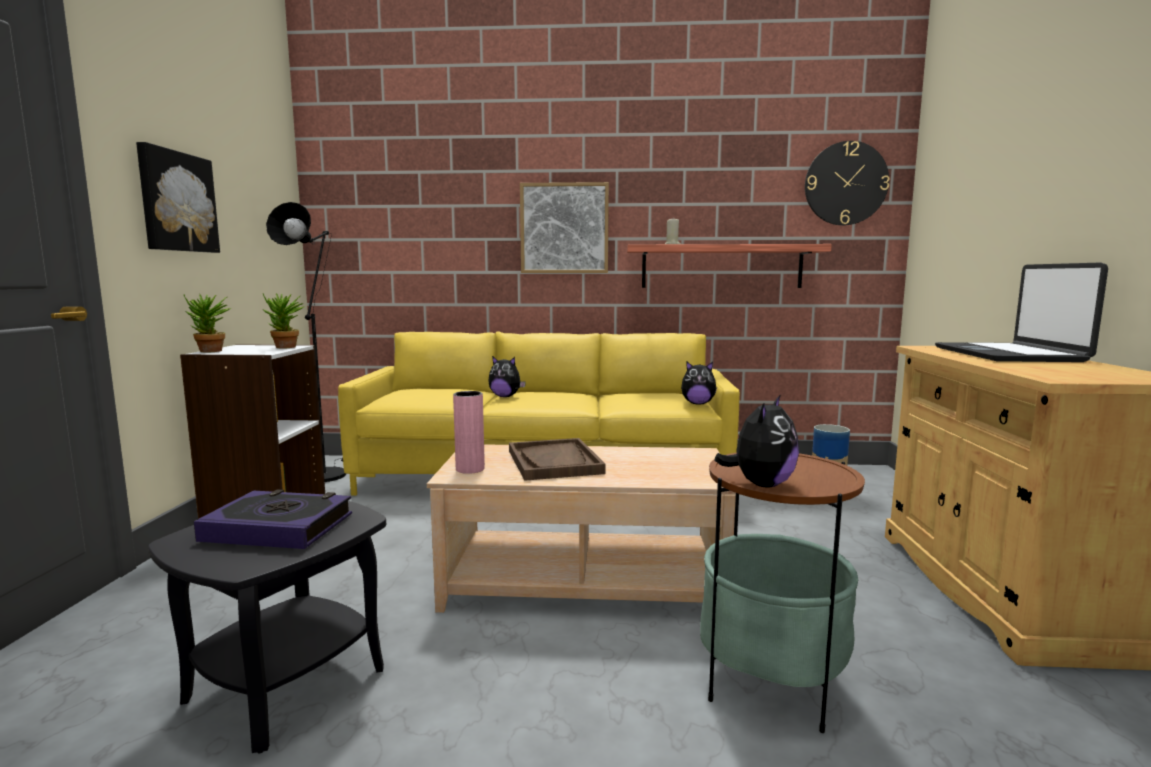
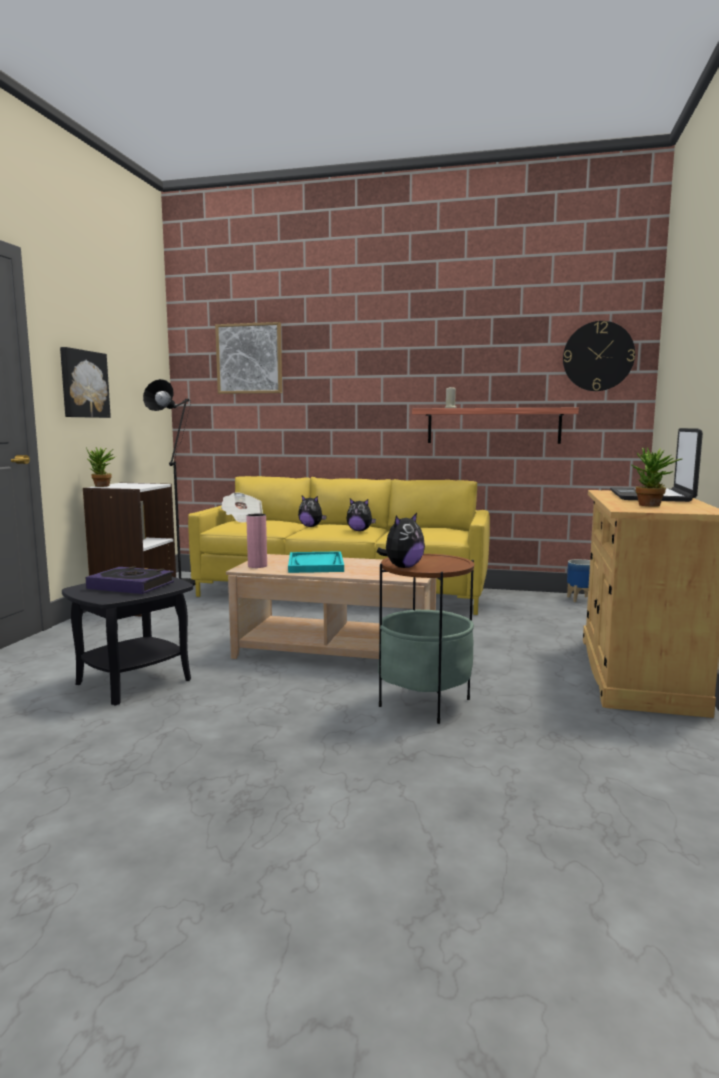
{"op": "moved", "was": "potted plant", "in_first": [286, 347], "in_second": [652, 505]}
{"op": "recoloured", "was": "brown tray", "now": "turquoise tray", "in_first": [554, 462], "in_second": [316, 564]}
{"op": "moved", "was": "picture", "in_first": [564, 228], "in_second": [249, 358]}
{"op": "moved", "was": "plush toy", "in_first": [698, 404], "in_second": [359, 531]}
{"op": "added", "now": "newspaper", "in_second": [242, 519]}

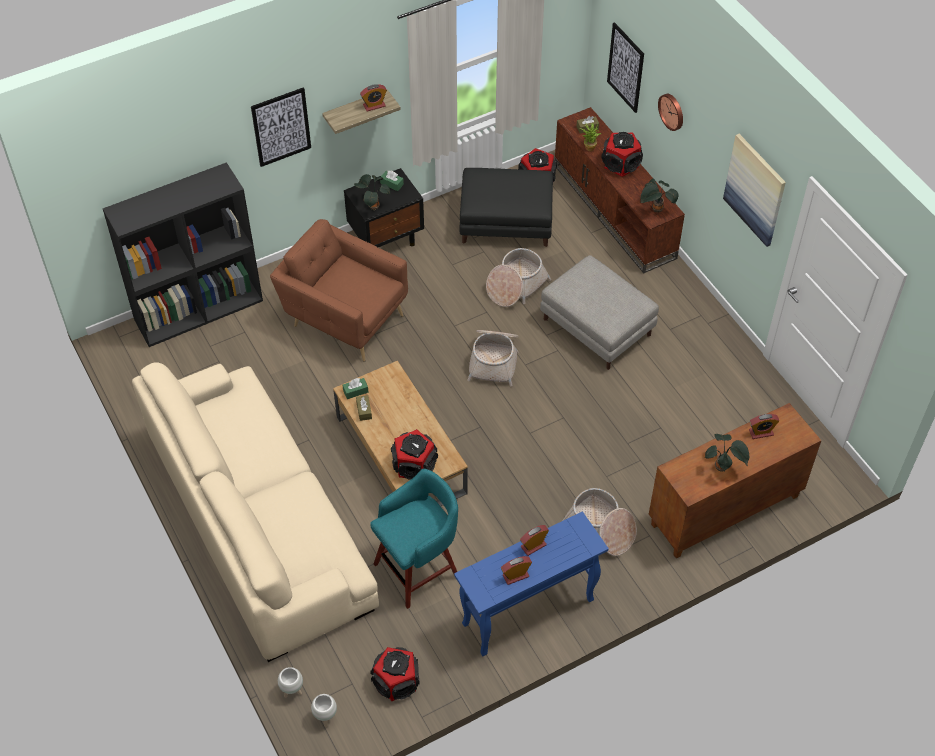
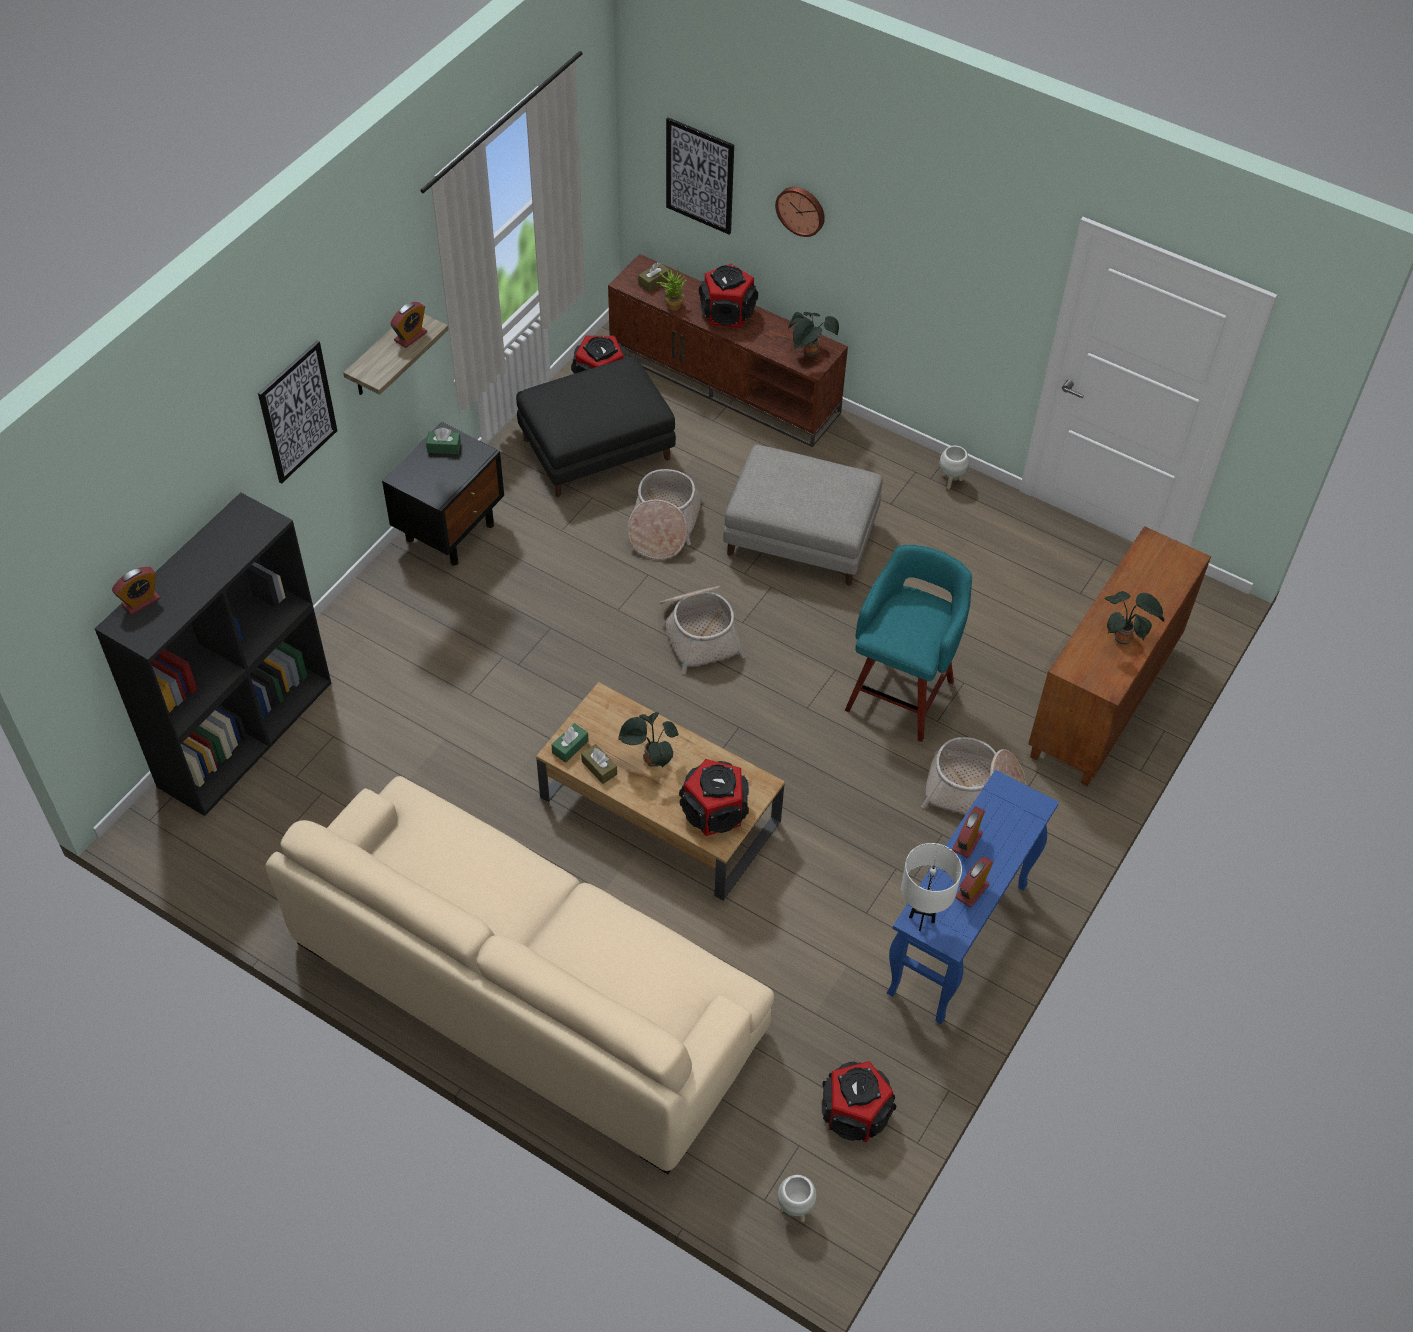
{"op": "removed", "was": "brown armchair", "in_first": [344, 318]}
{"op": "moved", "was": "white planter", "in_first": [292, 691], "in_second": [950, 481]}
{"op": "moved", "was": "potted plant", "in_first": [372, 206], "in_second": [650, 760]}
{"op": "moved", "was": "turquoise stool", "in_first": [419, 569], "in_second": [901, 693]}
{"op": "removed", "was": "picture", "in_first": [755, 189]}
{"op": "moved", "was": "alarm clock", "in_first": [761, 432], "in_second": [141, 601]}
{"op": "added", "now": "white table lamp", "in_second": [921, 919]}

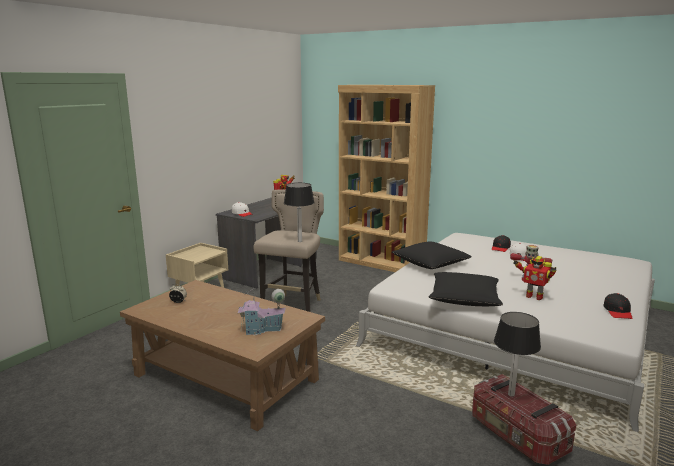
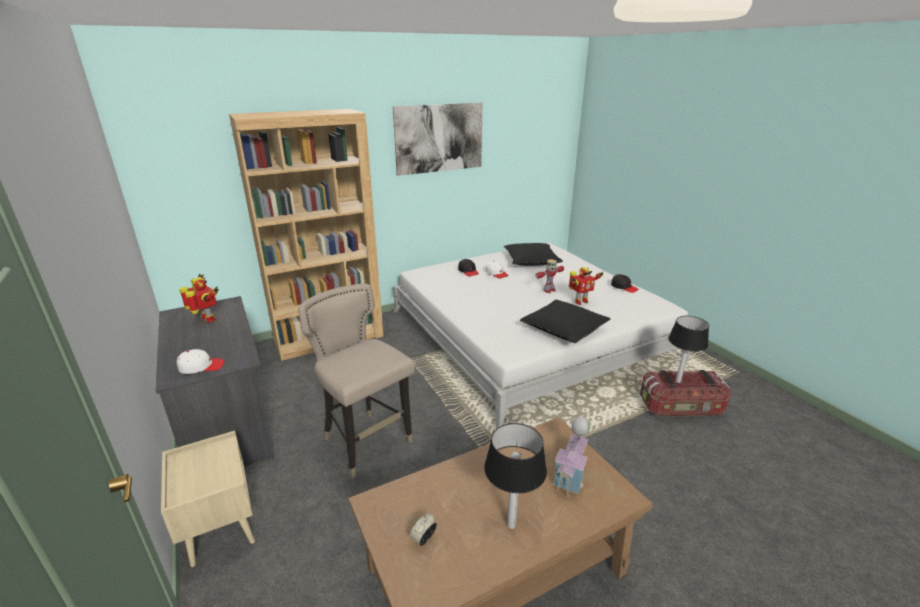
{"op": "moved", "was": "table lamp", "in_first": [300, 241], "in_second": [512, 525]}
{"op": "moved", "was": "black pillow", "in_first": [430, 263], "in_second": [531, 261]}
{"op": "added", "now": "picture", "in_second": [439, 138]}

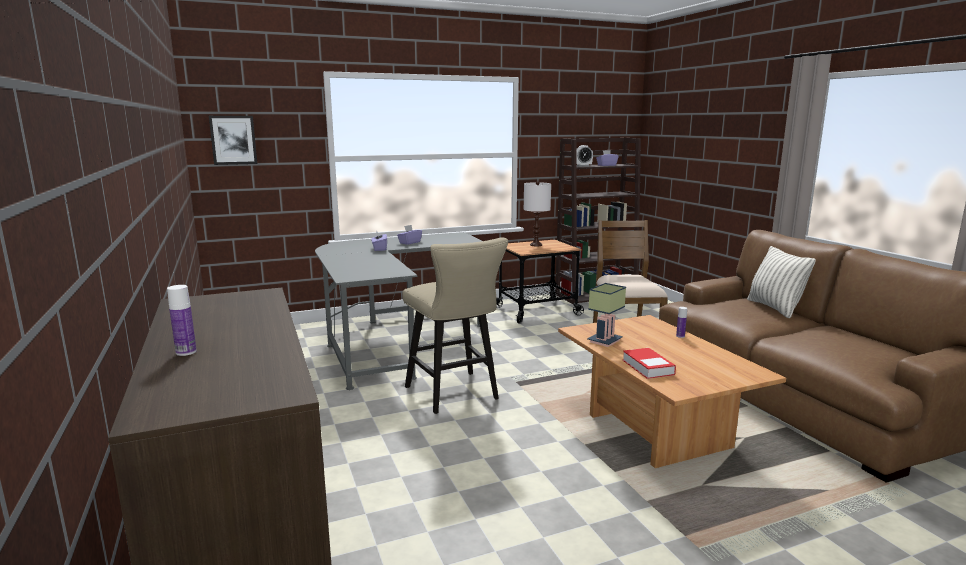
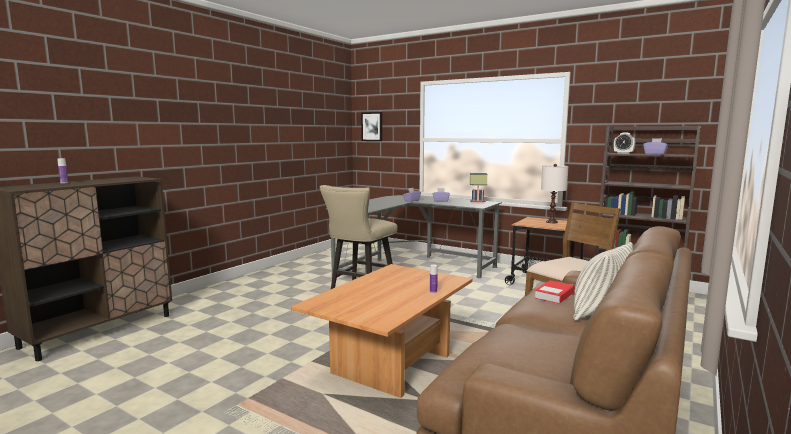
{"op": "moved", "was": "table lamp", "in_first": [604, 340], "in_second": [478, 202]}
{"op": "moved", "was": "book", "in_first": [648, 367], "in_second": [554, 295]}

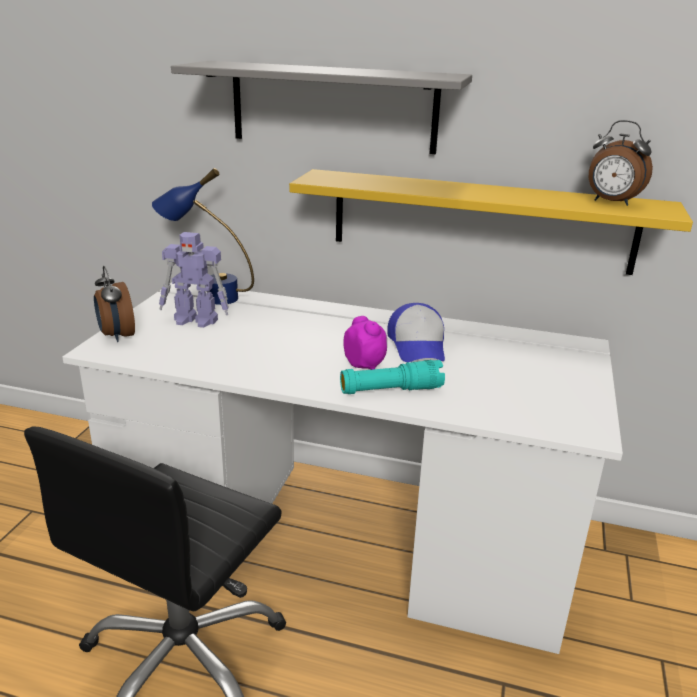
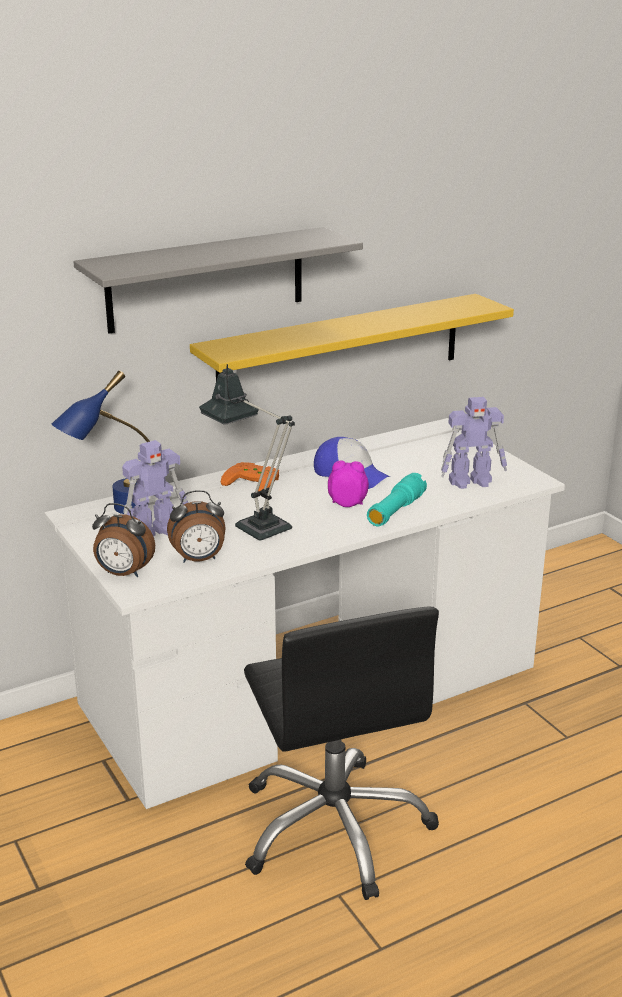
{"op": "moved", "was": "alarm clock", "in_first": [611, 202], "in_second": [199, 559]}
{"op": "added", "now": "table lamp", "in_second": [255, 524]}
{"op": "added", "now": "orange game controller", "in_second": [254, 481]}
{"op": "added", "now": "toy robot", "in_second": [471, 481]}

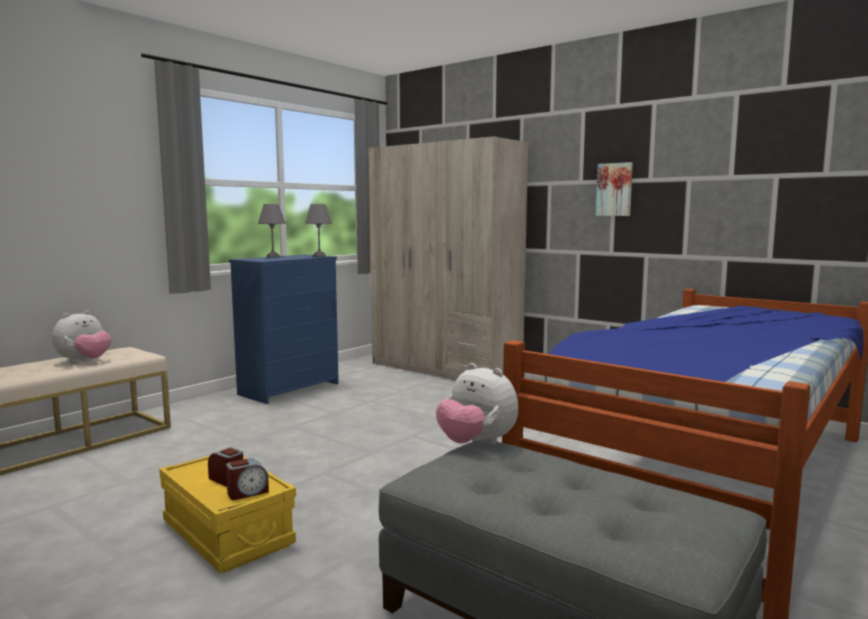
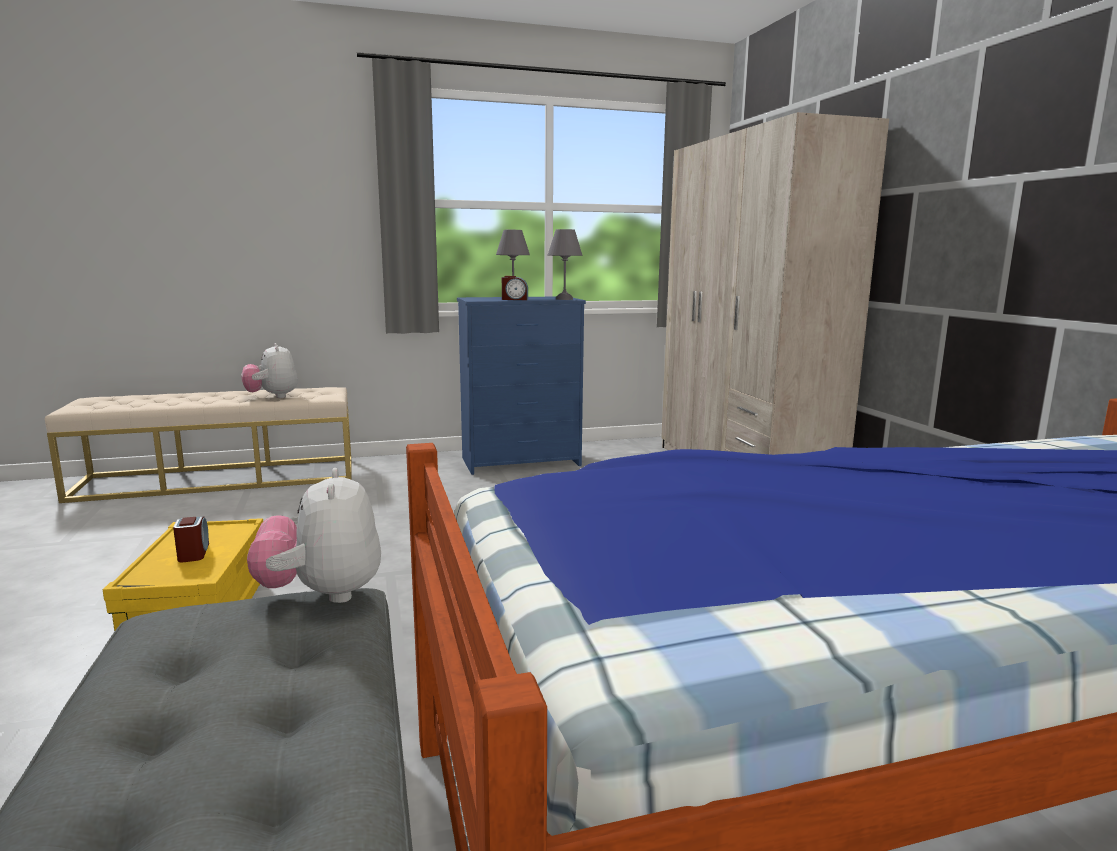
{"op": "turned", "was": "plush toy", "in_first": [84, 362], "in_second": [272, 397], "clockwise": 90}
{"op": "moved", "was": "alarm clock", "in_first": [247, 493], "in_second": [514, 299]}
{"op": "removed", "was": "picture", "in_first": [614, 189]}

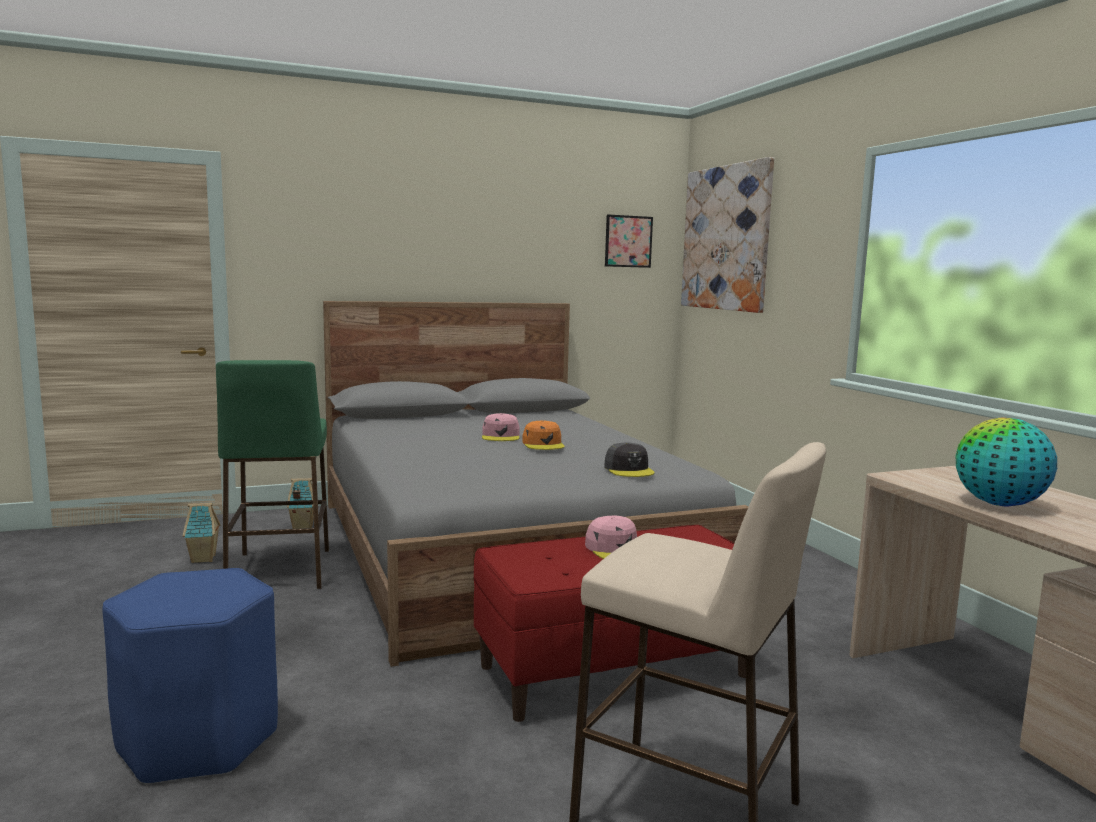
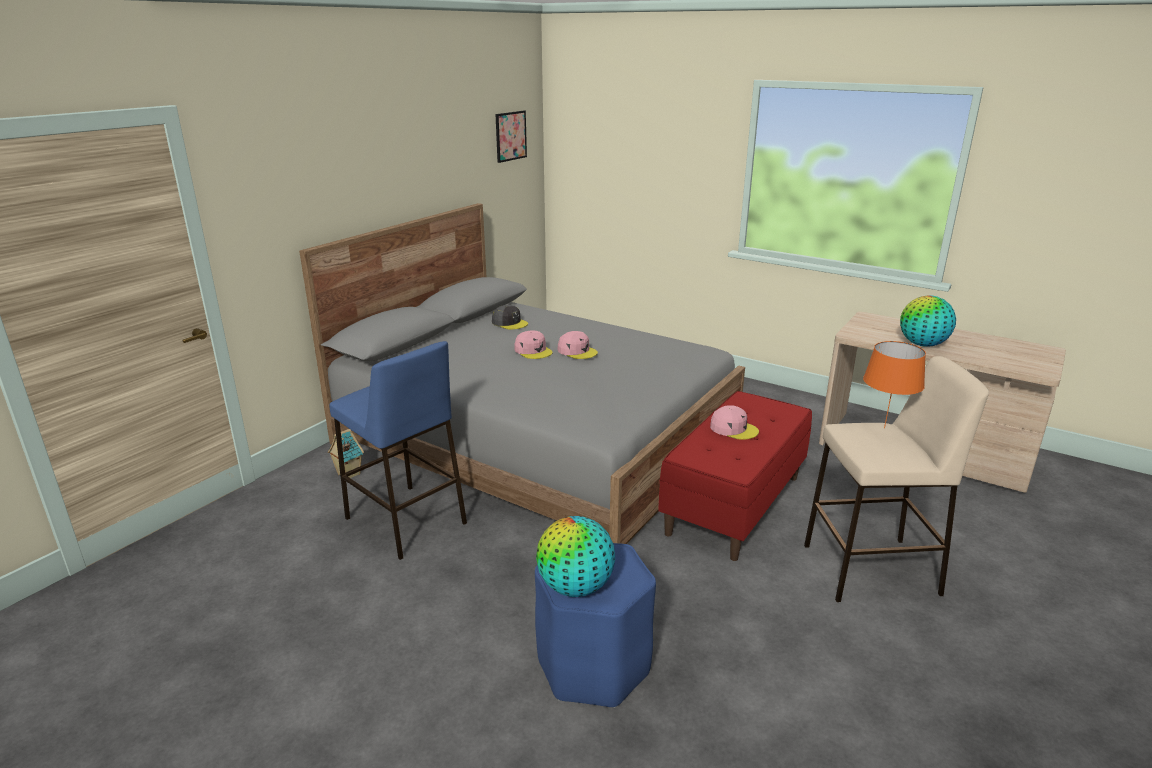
{"op": "removed", "was": "toy house", "in_first": [204, 559]}
{"op": "recoloured", "was": "green stool", "now": "blue stool", "in_first": [279, 571], "in_second": [406, 521]}
{"op": "recoloured", "was": "orange cap", "now": "pink cap", "in_first": [543, 444], "in_second": [577, 351]}
{"op": "moved", "was": "grey cap", "in_first": [629, 470], "in_second": [509, 323]}
{"op": "removed", "was": "picture", "in_first": [726, 238]}
{"op": "added", "now": "globe", "in_second": [575, 587]}
{"op": "added", "now": "orange table lamp", "in_second": [884, 427]}

